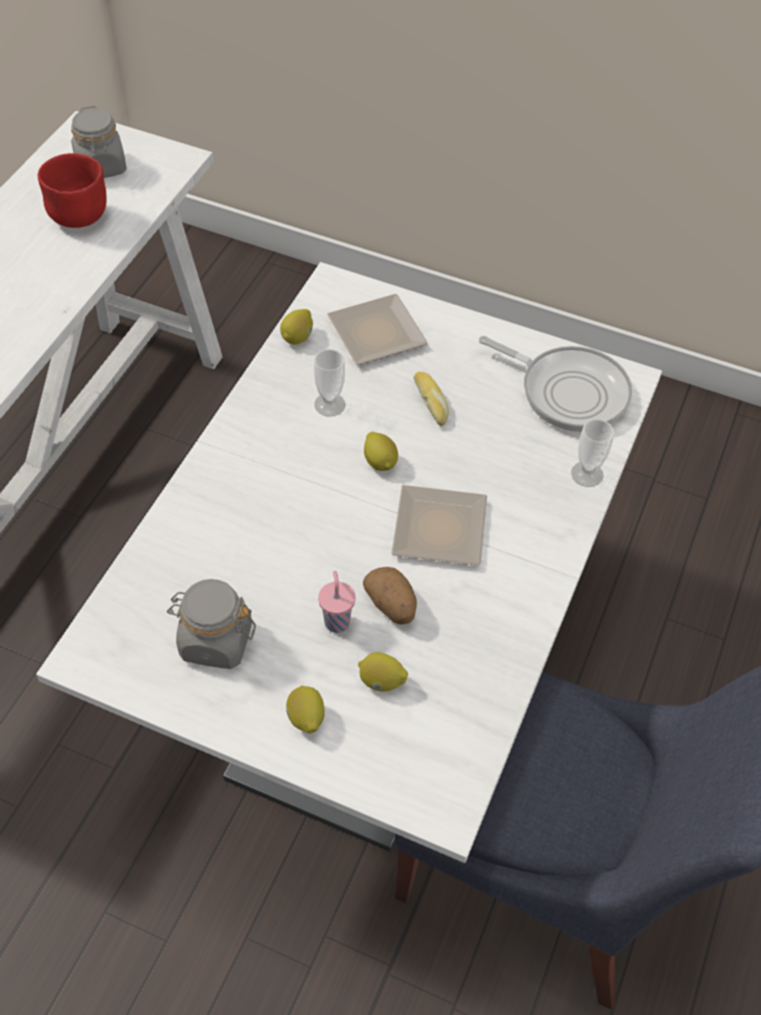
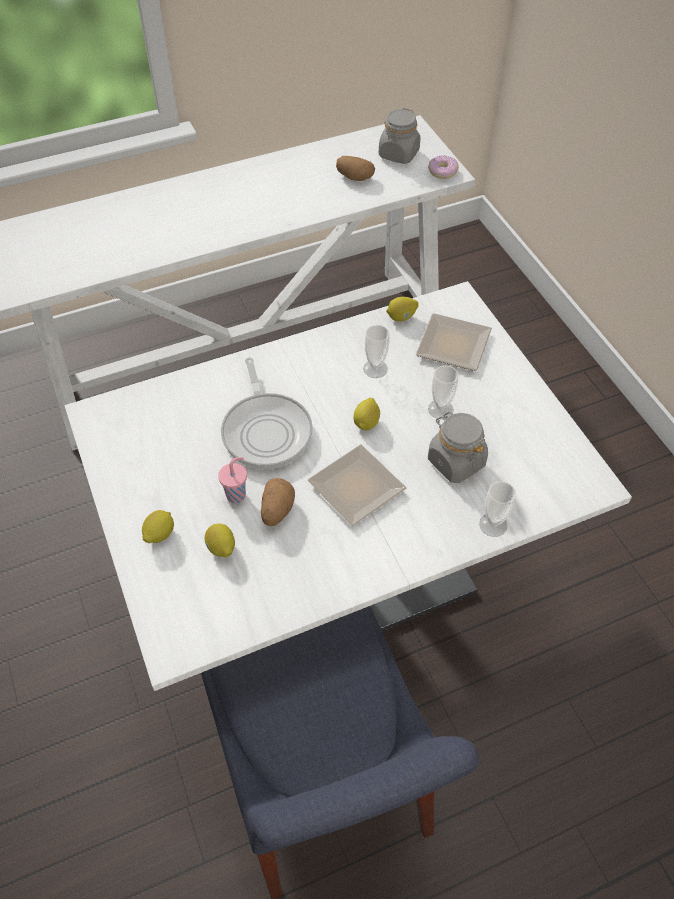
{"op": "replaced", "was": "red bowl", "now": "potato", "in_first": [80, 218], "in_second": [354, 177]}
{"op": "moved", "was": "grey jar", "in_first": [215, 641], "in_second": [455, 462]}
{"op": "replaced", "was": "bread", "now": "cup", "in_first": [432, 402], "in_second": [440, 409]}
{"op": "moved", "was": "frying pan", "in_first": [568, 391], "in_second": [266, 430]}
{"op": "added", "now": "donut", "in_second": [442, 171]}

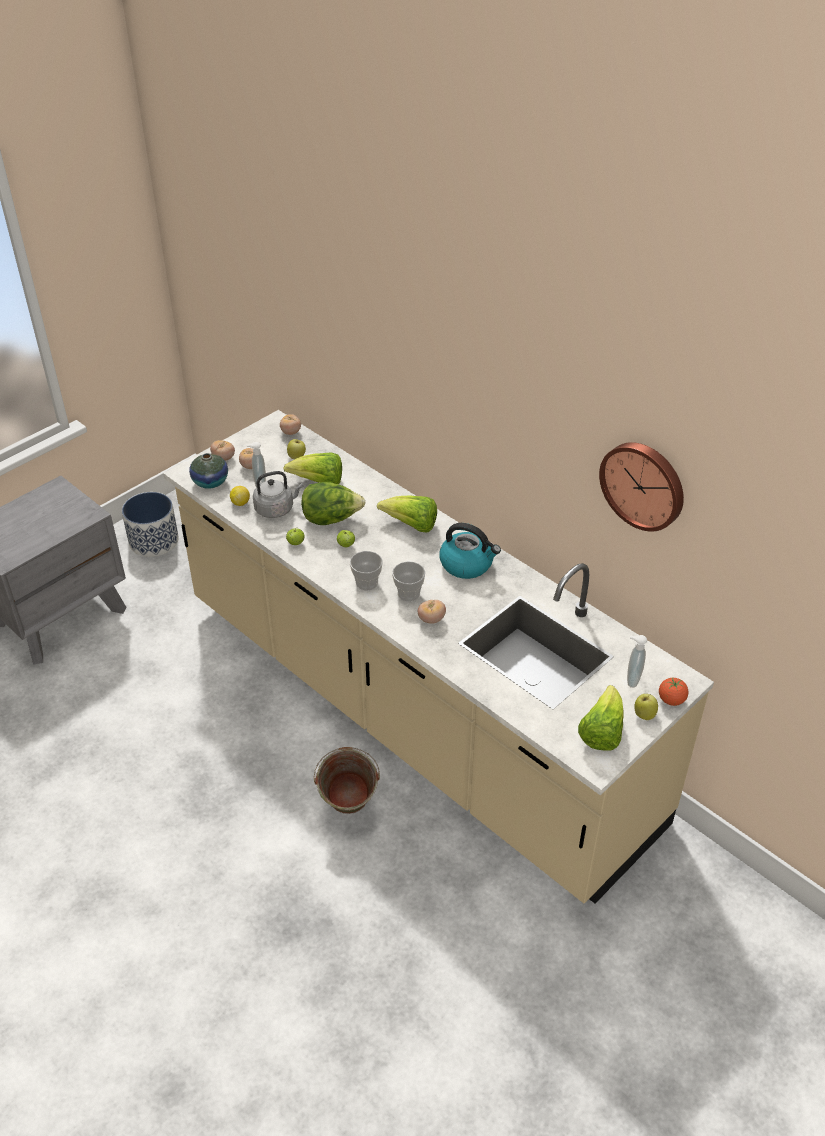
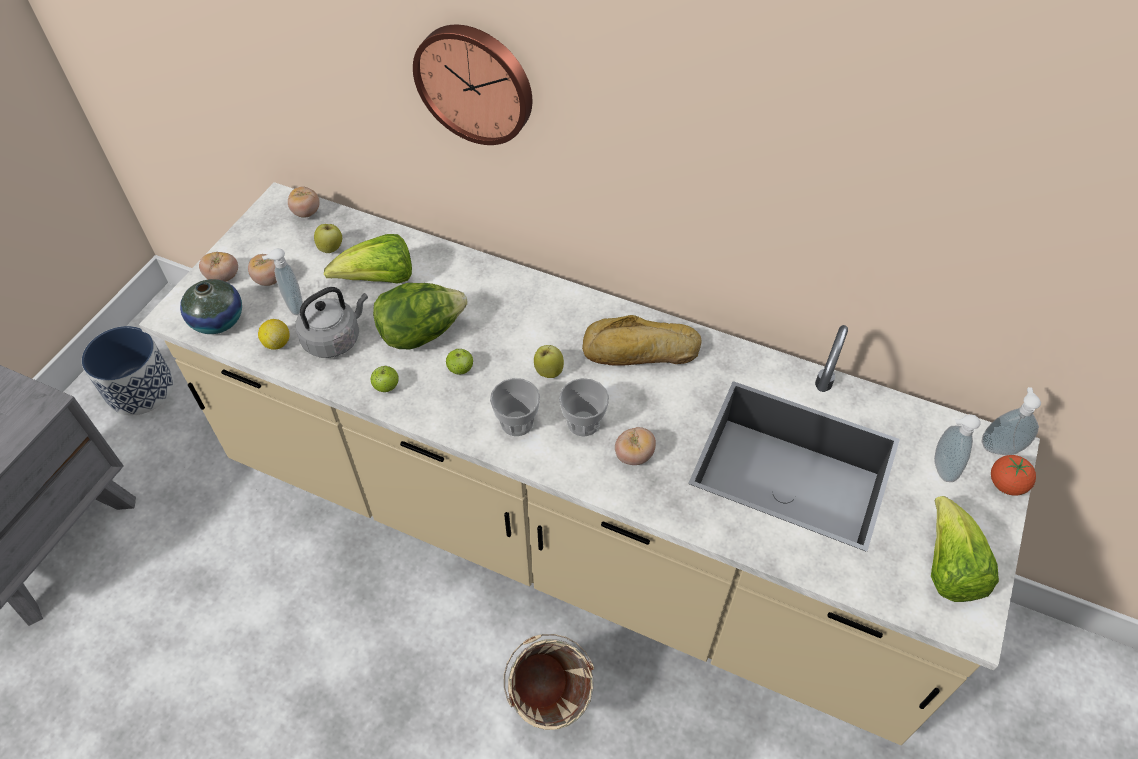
{"op": "recoloured", "was": "green bucket", "now": "beige bucket", "in_first": [348, 811], "in_second": [548, 704]}
{"op": "removed", "was": "lettuce", "in_first": [411, 525]}
{"op": "replaced", "was": "kettle", "now": "bread", "in_first": [467, 564], "in_second": [641, 352]}
{"op": "moved", "was": "wall clock", "in_first": [644, 484], "in_second": [475, 82]}
{"op": "moved", "was": "apple", "in_first": [644, 715], "in_second": [548, 371]}
{"op": "added", "now": "soap dispenser", "in_second": [999, 447]}

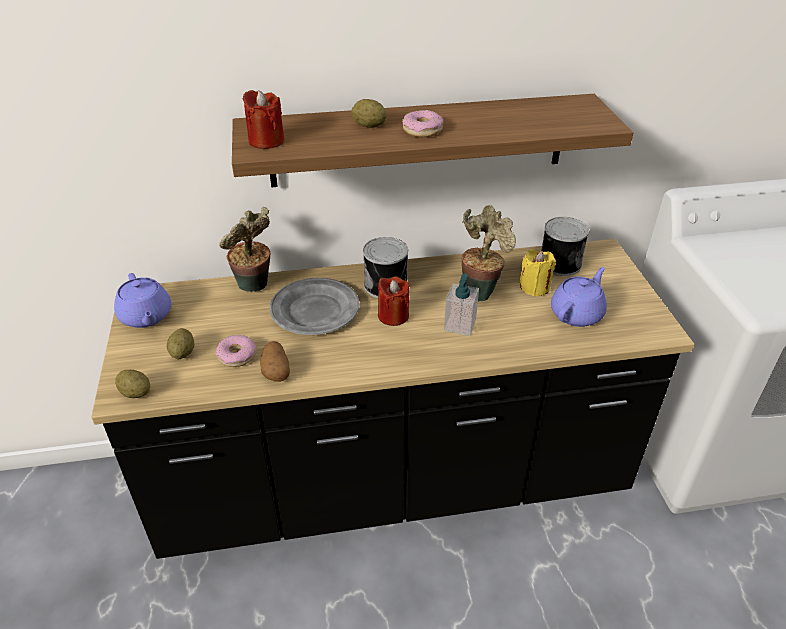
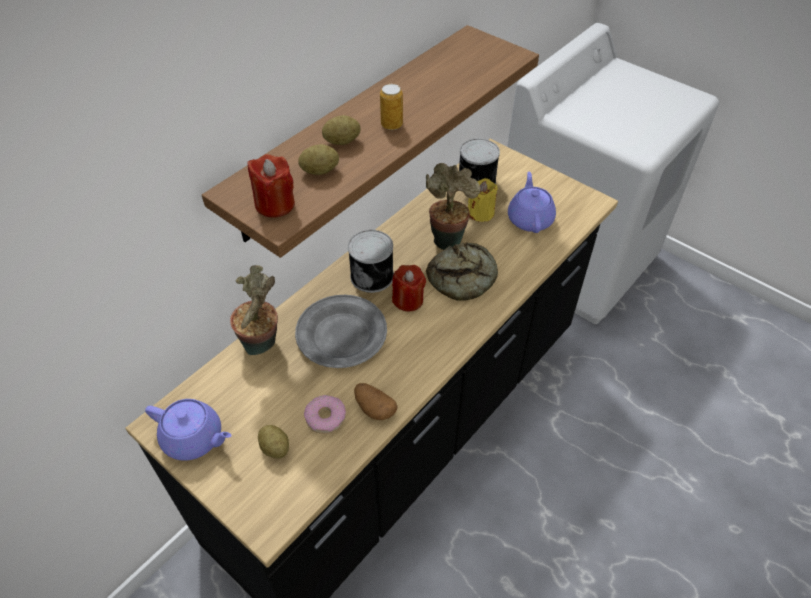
{"op": "moved", "was": "potato", "in_first": [135, 393], "in_second": [320, 171]}
{"op": "replaced", "was": "donut", "now": "can", "in_first": [422, 130], "in_second": [391, 125]}
{"op": "replaced", "was": "soap dispenser", "now": "bread", "in_first": [460, 325], "in_second": [464, 277]}

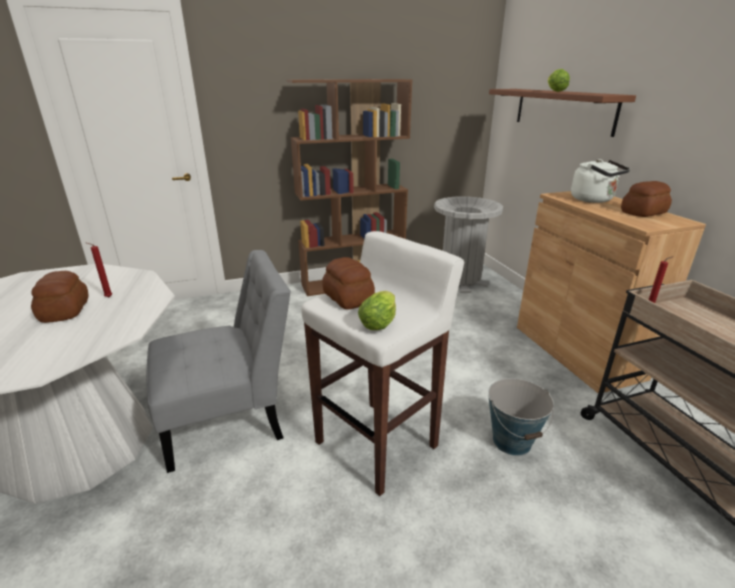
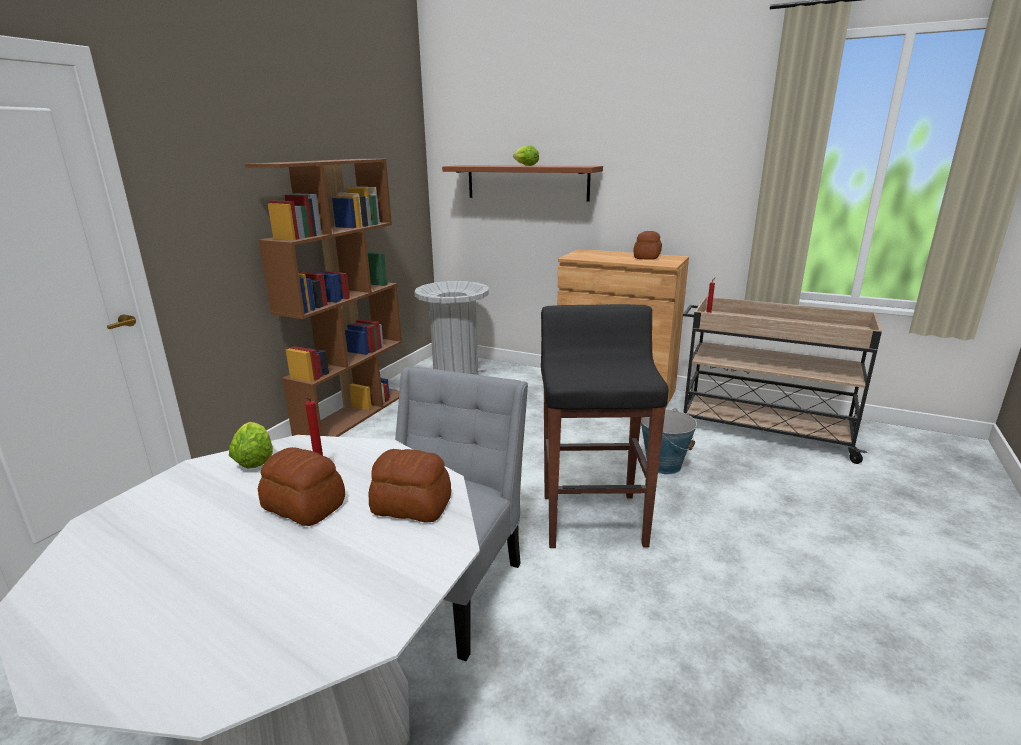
{"op": "recoloured", "was": "white stool", "now": "black stool", "in_first": [378, 443], "in_second": [593, 519]}
{"op": "moved", "was": "bread", "in_first": [348, 298], "in_second": [411, 507]}
{"op": "moved", "was": "lettuce", "in_first": [380, 322], "in_second": [254, 459]}
{"op": "removed", "was": "white kettle", "in_first": [594, 200]}

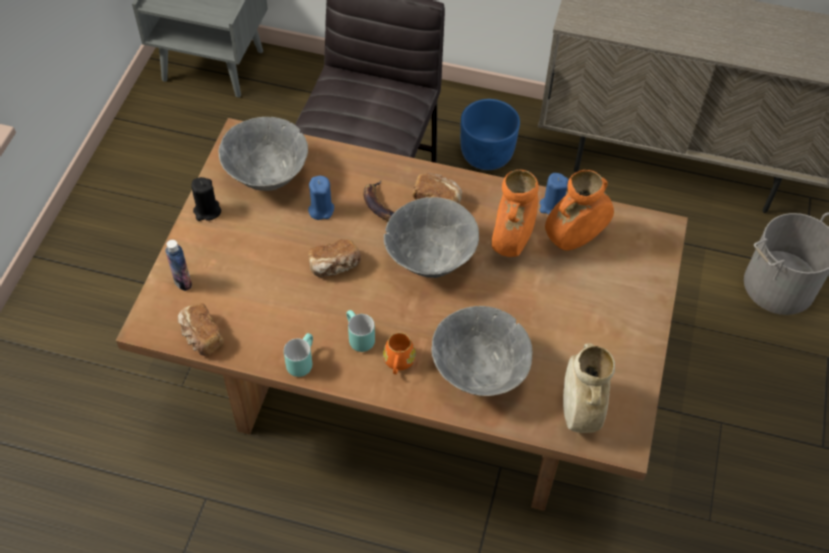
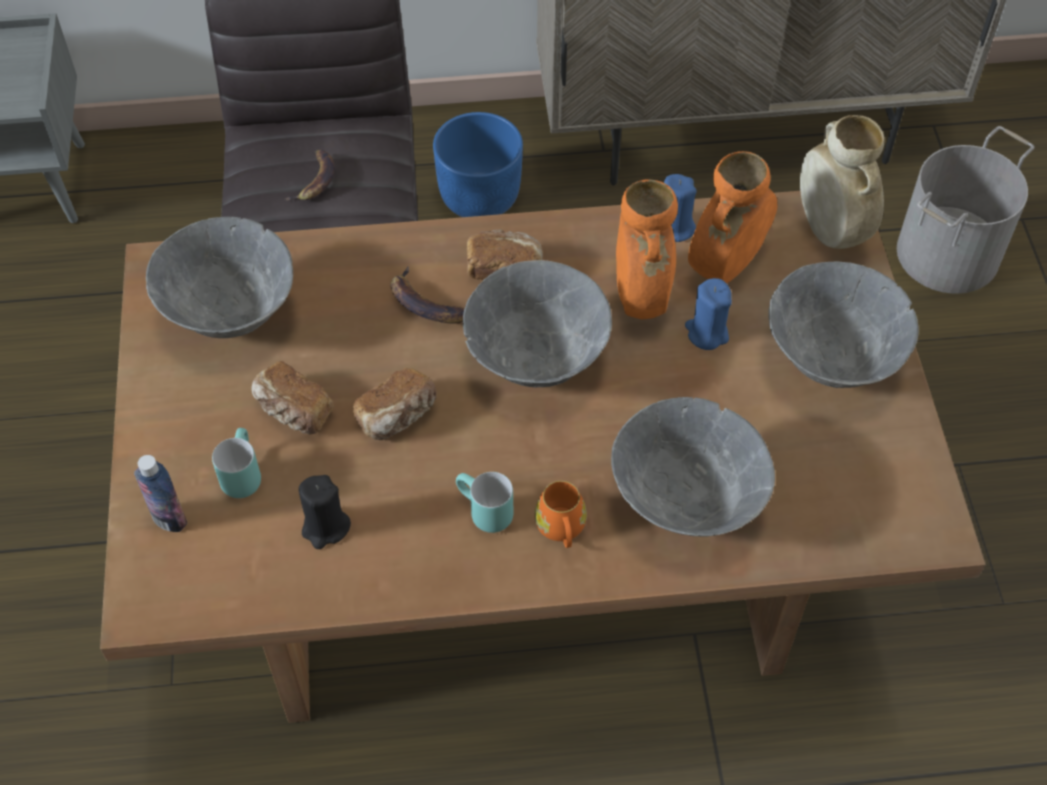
{"op": "moved", "was": "bread", "in_first": [201, 337], "in_second": [293, 412]}
{"op": "moved", "was": "black candle", "in_first": [207, 211], "in_second": [325, 527]}
{"op": "moved", "was": "turquoise mug", "in_first": [300, 361], "in_second": [240, 474]}
{"op": "moved", "was": "blue candle", "in_first": [321, 209], "in_second": [706, 333]}
{"op": "moved", "was": "beige vase", "in_first": [579, 411], "in_second": [829, 229]}
{"op": "added", "now": "banana", "in_second": [315, 179]}
{"op": "added", "now": "grey bowl", "in_second": [831, 361]}

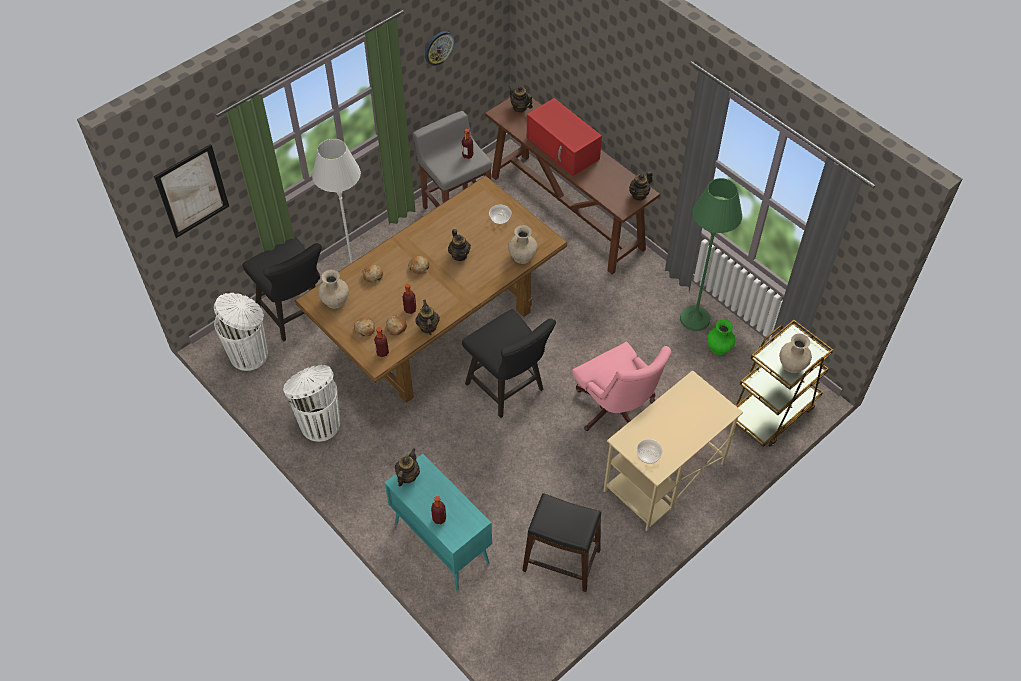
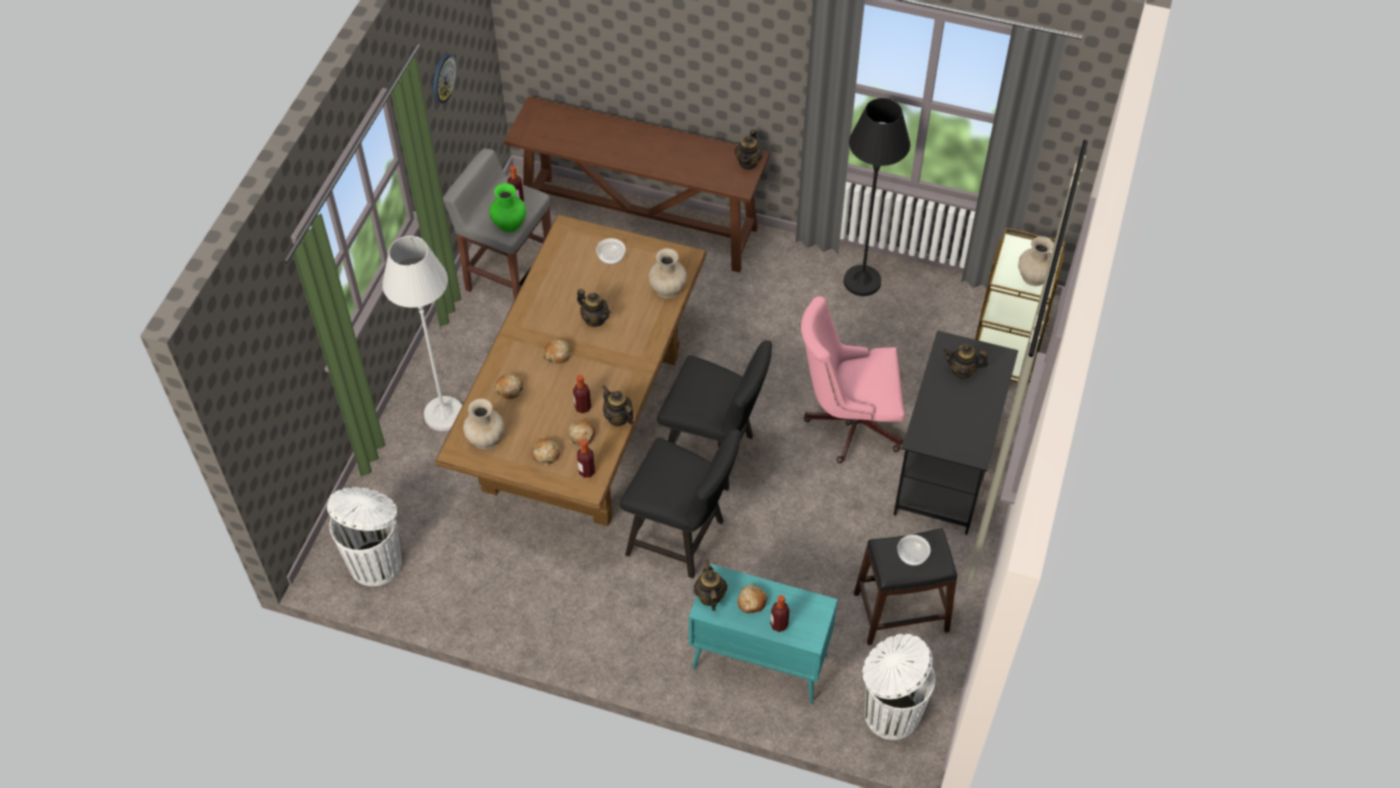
{"op": "removed", "was": "picture", "in_first": [192, 191]}
{"op": "moved", "was": "black chair", "in_first": [296, 316], "in_second": [682, 539]}
{"op": "moved", "was": "white trash can", "in_first": [319, 423], "in_second": [889, 713]}
{"op": "moved", "was": "teapot", "in_first": [520, 107], "in_second": [962, 371]}
{"op": "removed", "was": "red microwave", "in_first": [564, 148]}
{"op": "turned", "was": "pink office chair", "in_first": [616, 411], "in_second": [848, 422], "clockwise": 150}
{"op": "recoloured", "was": "beige desk", "now": "black desk", "in_first": [663, 477], "in_second": [945, 469]}
{"op": "moved", "was": "bowl", "in_first": [649, 455], "in_second": [913, 555]}
{"op": "recoloured", "was": "green floor lamp", "now": "black floor lamp", "in_first": [695, 319], "in_second": [862, 281]}
{"op": "moved", "was": "green vase", "in_first": [719, 347], "in_second": [509, 223]}
{"op": "added", "now": "bread", "in_second": [751, 602]}

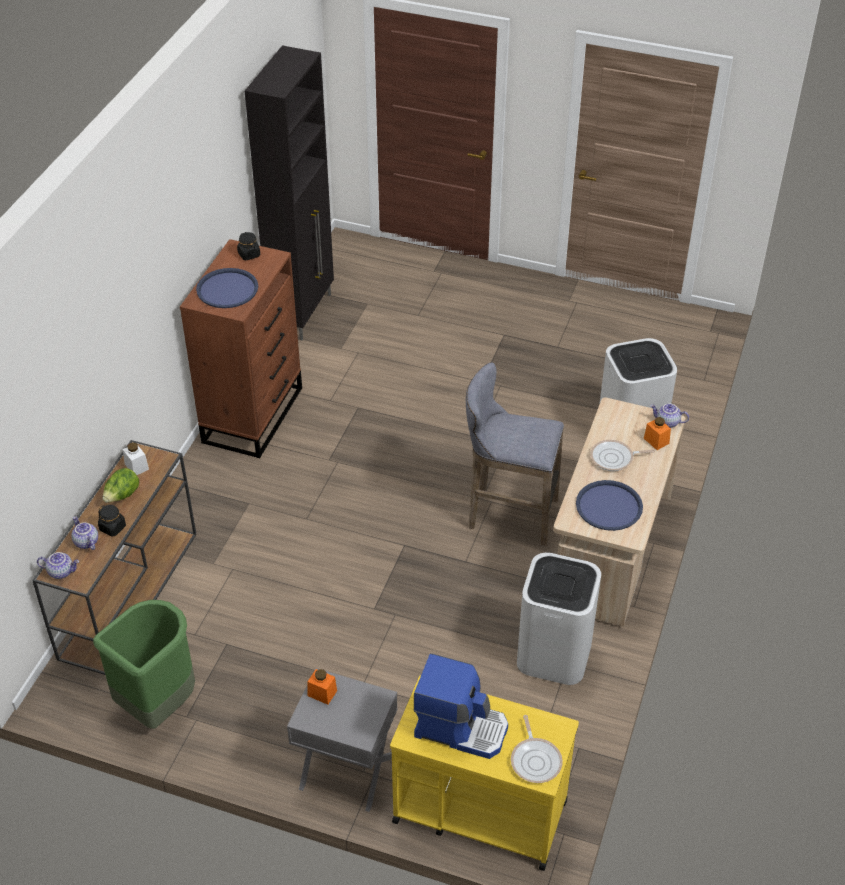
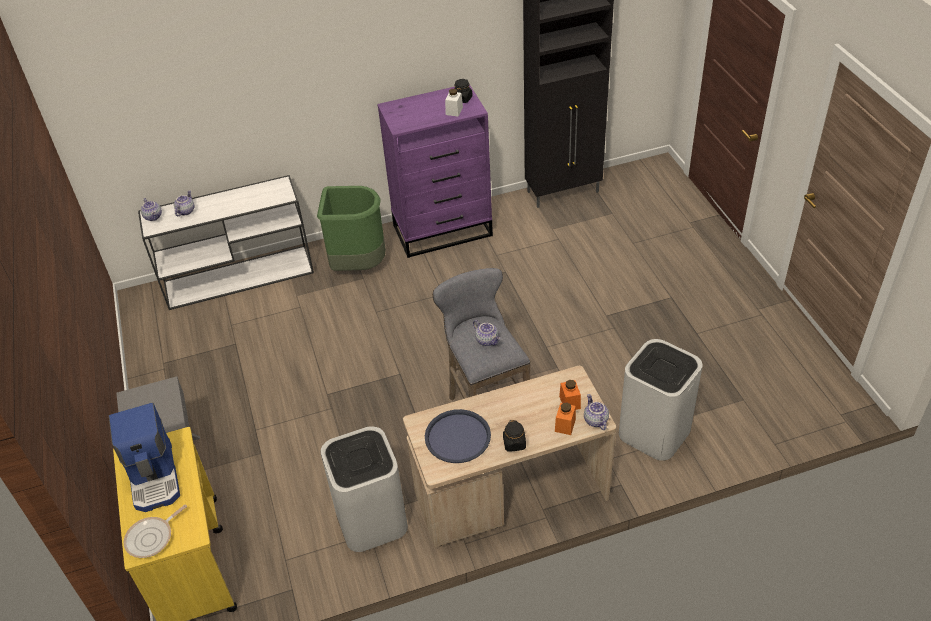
{"op": "recoloured", "was": "brown console table", "now": "white console table", "in_first": [129, 593], "in_second": [240, 276]}
{"op": "moved", "was": "green trash can", "in_first": [158, 704], "in_second": [358, 265]}
{"op": "moved", "was": "black jar", "in_first": [113, 528], "in_second": [514, 443]}
{"op": "removed", "was": "lettuce", "in_first": [122, 496]}
{"op": "moved", "was": "white jar", "in_first": [136, 466], "in_second": [454, 111]}
{"op": "recoloured", "was": "brown dresser", "now": "purple dresser", "in_first": [253, 414], "in_second": [443, 230]}
{"op": "removed", "was": "blue tray", "in_first": [227, 289]}
{"op": "moved", "was": "orange jar", "in_first": [322, 693], "in_second": [570, 402]}
{"op": "removed", "was": "frying pan", "in_first": [614, 458]}
{"op": "added", "now": "teapot", "in_second": [487, 340]}

